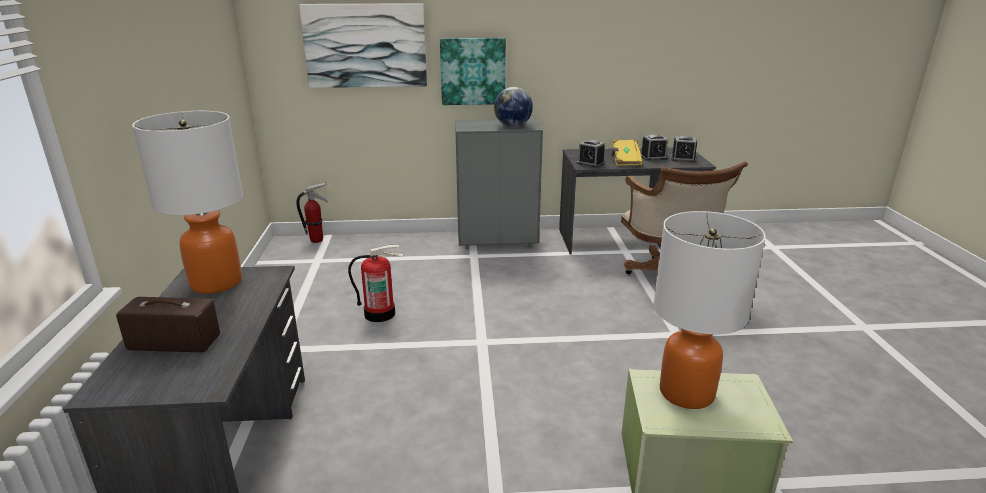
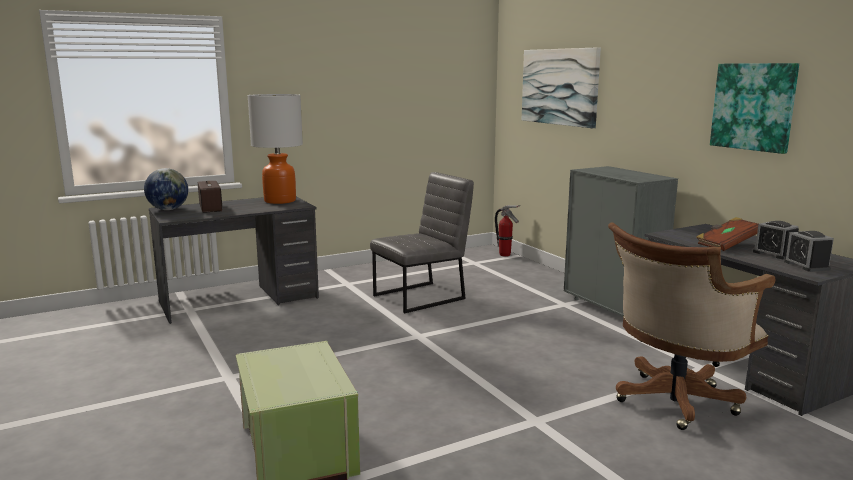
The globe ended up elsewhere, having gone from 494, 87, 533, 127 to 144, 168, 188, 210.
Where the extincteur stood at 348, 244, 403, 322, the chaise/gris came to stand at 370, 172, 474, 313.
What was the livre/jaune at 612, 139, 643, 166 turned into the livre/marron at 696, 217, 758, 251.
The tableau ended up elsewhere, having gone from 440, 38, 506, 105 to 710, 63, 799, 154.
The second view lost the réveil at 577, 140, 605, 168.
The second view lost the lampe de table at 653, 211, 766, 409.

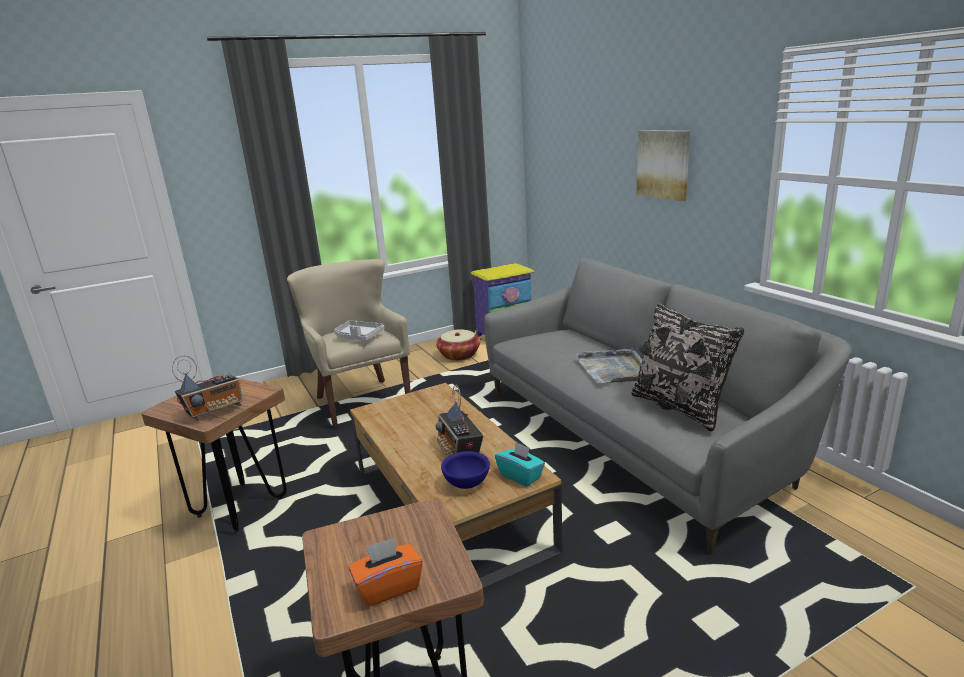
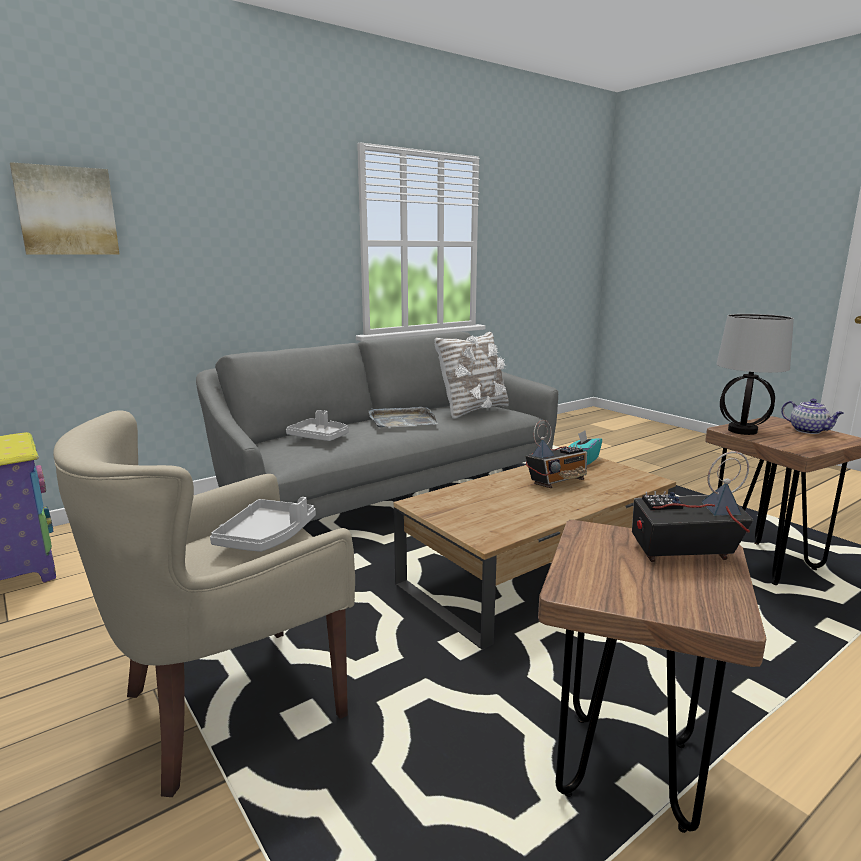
The tableau ended up elsewhere, having gone from 636, 130, 690, 201 to 10, 162, 119, 255.
The second view gained the plateau/gris at 286, 410, 349, 441.
What was the coussin/noir at 632, 304, 744, 432 turned into the coussin/blanc at 434, 332, 509, 419.
The radio at 172, 355, 243, 421 ended up facing another way, 45 degrees counterclockwise from before.
The second view gained the lampe de table at 717, 314, 794, 435.
Where the boîte à mouchoirs/orange stood at 349, 537, 423, 607, the théière came to stand at 781, 399, 844, 434.
The second view lost the panier at 436, 329, 480, 361.
The second view lost the bol/bleu at 441, 451, 490, 489.

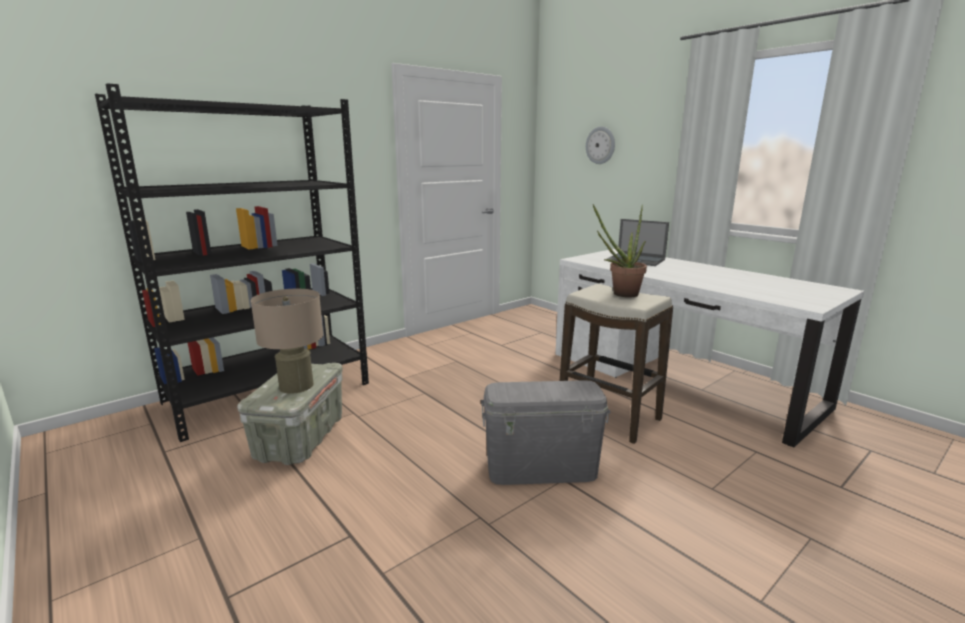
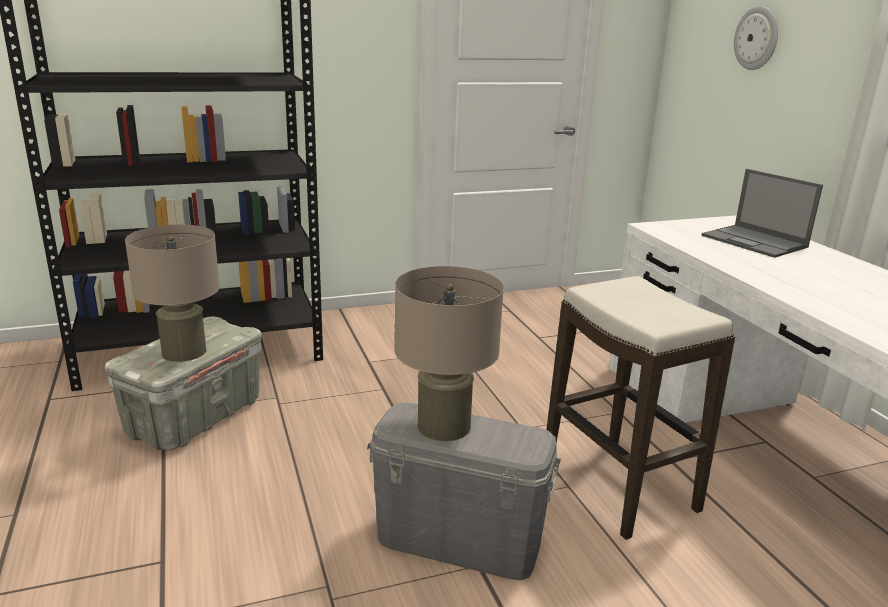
The second view gained the lampe de table/beige at 395, 266, 504, 441.
The second view lost the plante en pot at 593, 204, 647, 298.

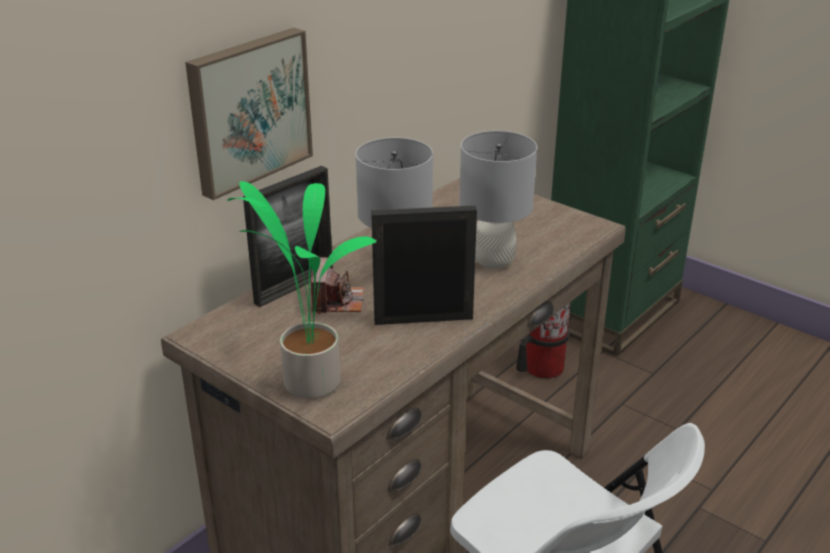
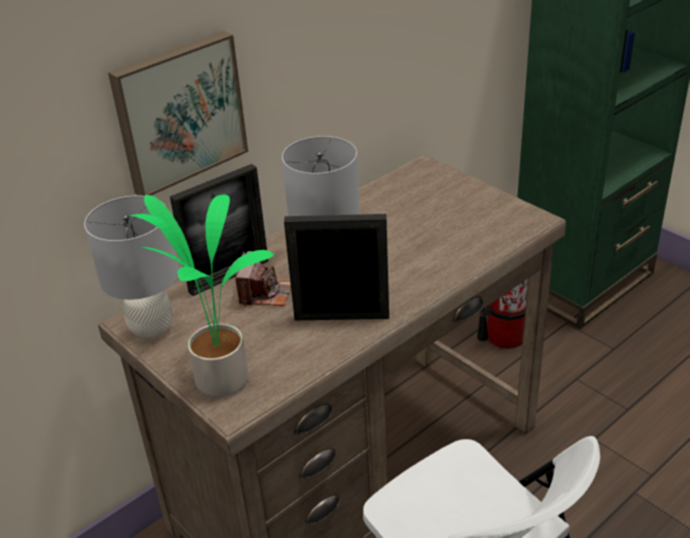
The lampe de table/gris ended up elsewhere, having gone from 459, 131, 537, 269 to 84, 196, 179, 339.

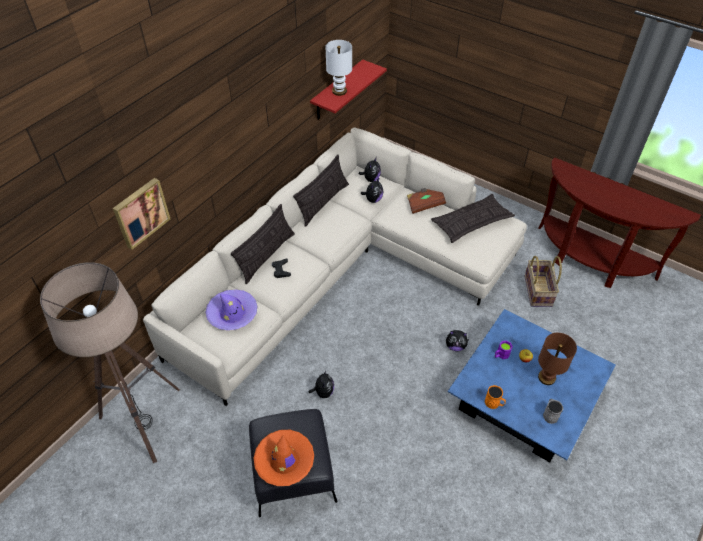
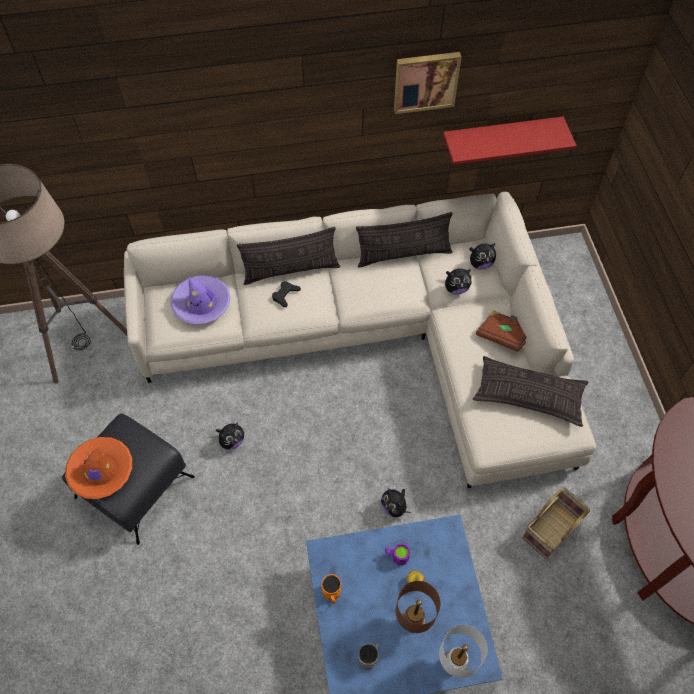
The tableau ended up elsewhere, having gone from 113, 178, 170, 250 to 394, 52, 462, 114.
The lampe de table/blanc ended up elsewhere, having gone from 325, 40, 352, 96 to 439, 625, 487, 678.

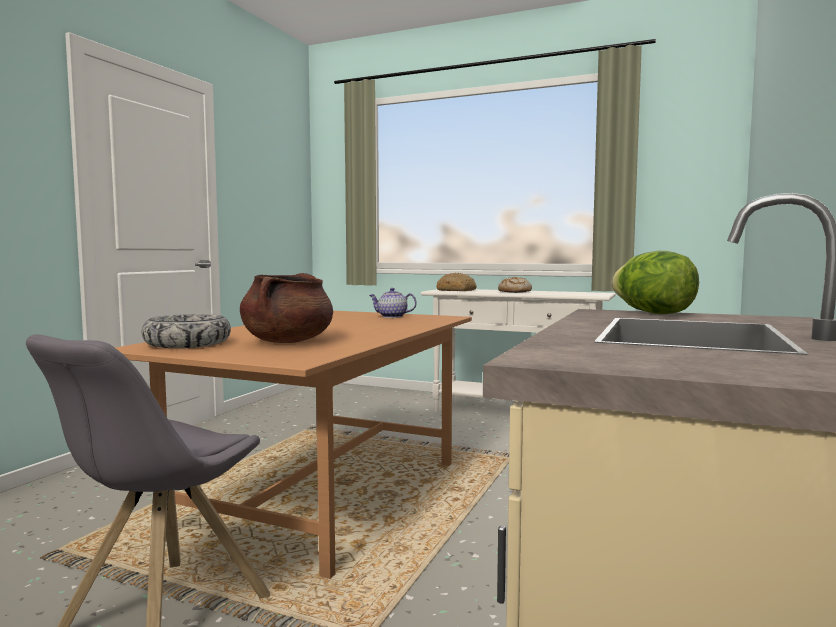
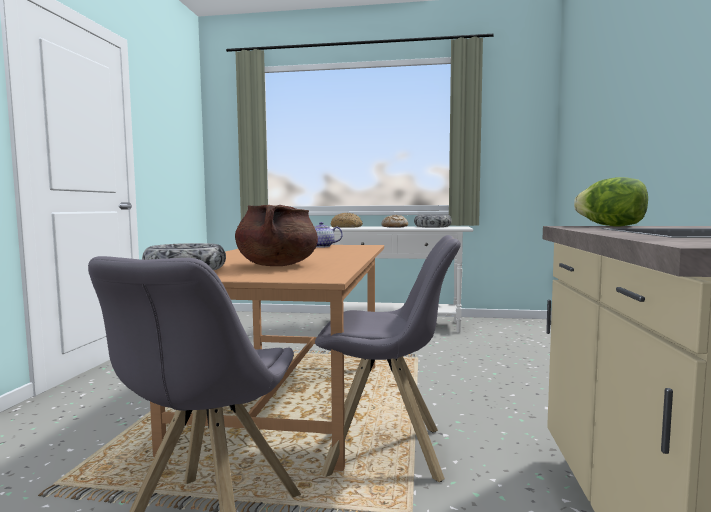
The second view gained the chaise/gris at 315, 235, 461, 482.
The second view gained the bol at 414, 215, 452, 227.

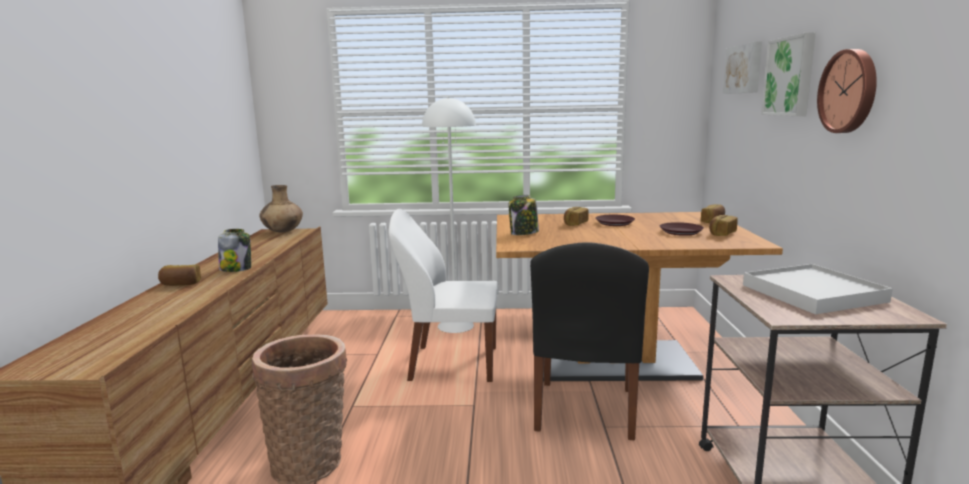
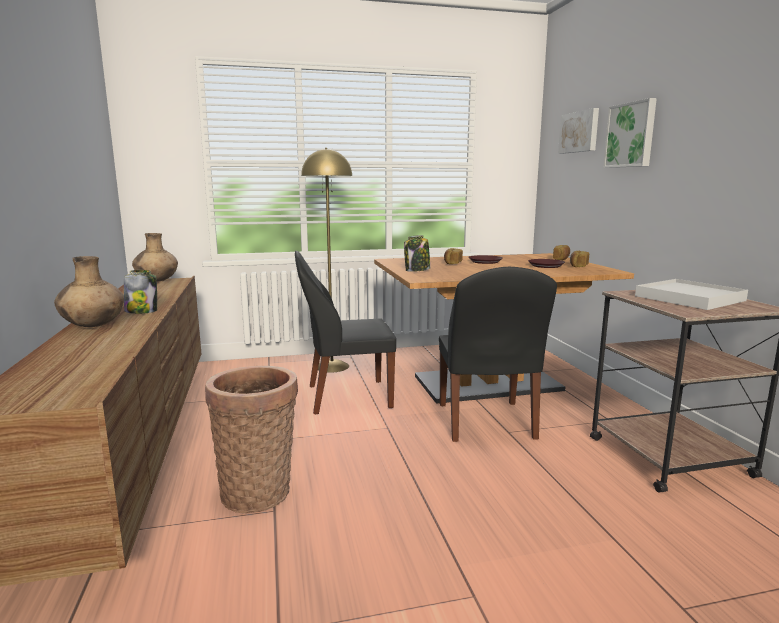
Where the pain stood at 158, 265, 201, 286, the vase/marron came to stand at 54, 256, 124, 327.
What was the chaise/blanc at 389, 209, 498, 382 turned into the chaise/noir at 295, 251, 396, 414.
What was the lampadaire/blanc at 422, 97, 476, 333 turned into the lampadaire/jaune at 301, 148, 352, 373.
The second view lost the horloge murale at 817, 49, 877, 133.

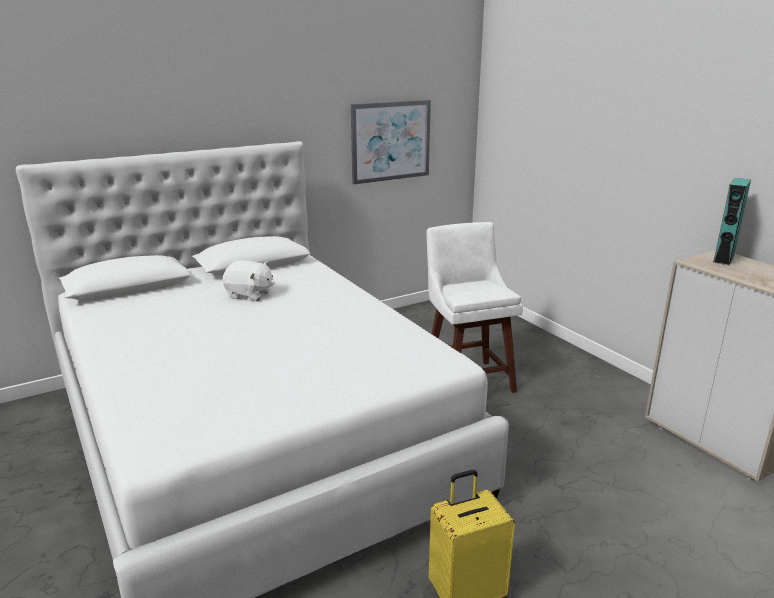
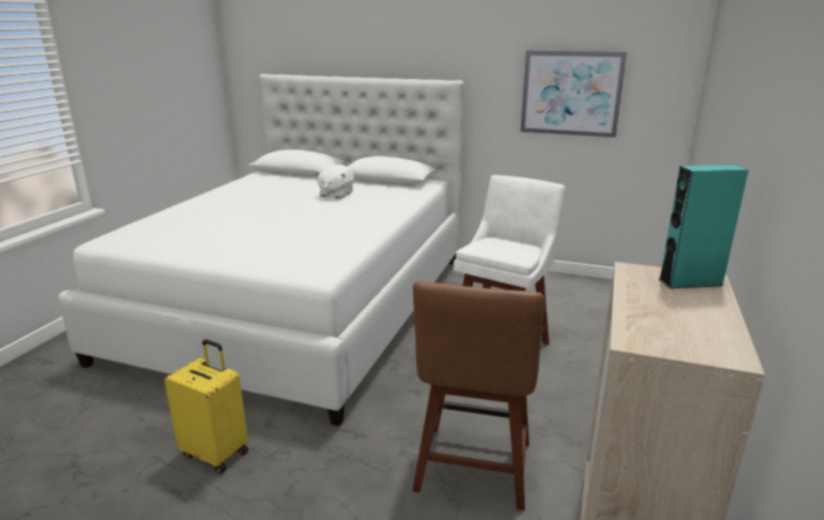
The peluche/blanc at 223, 260, 275, 301 ended up facing another way, 45 degrees clockwise from before.
The second view gained the chaise/marron at 413, 281, 544, 511.

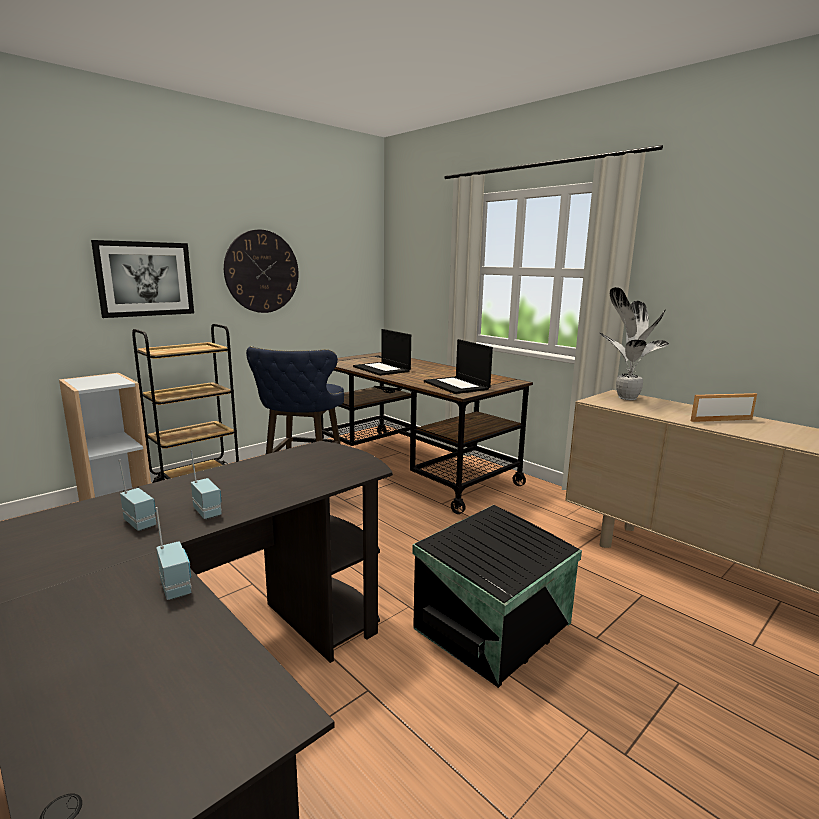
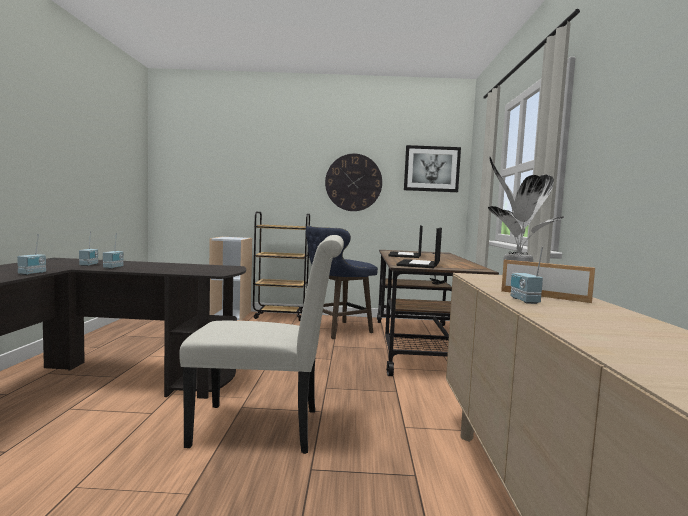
Where the boîte de rangement/noir stood at 412, 505, 582, 688, the chaise/blanc came to stand at 180, 235, 344, 454.
The tableau ended up elsewhere, having gone from 91, 240, 194, 318 to 404, 145, 461, 192.
The second view gained the radio at 511, 247, 543, 304.

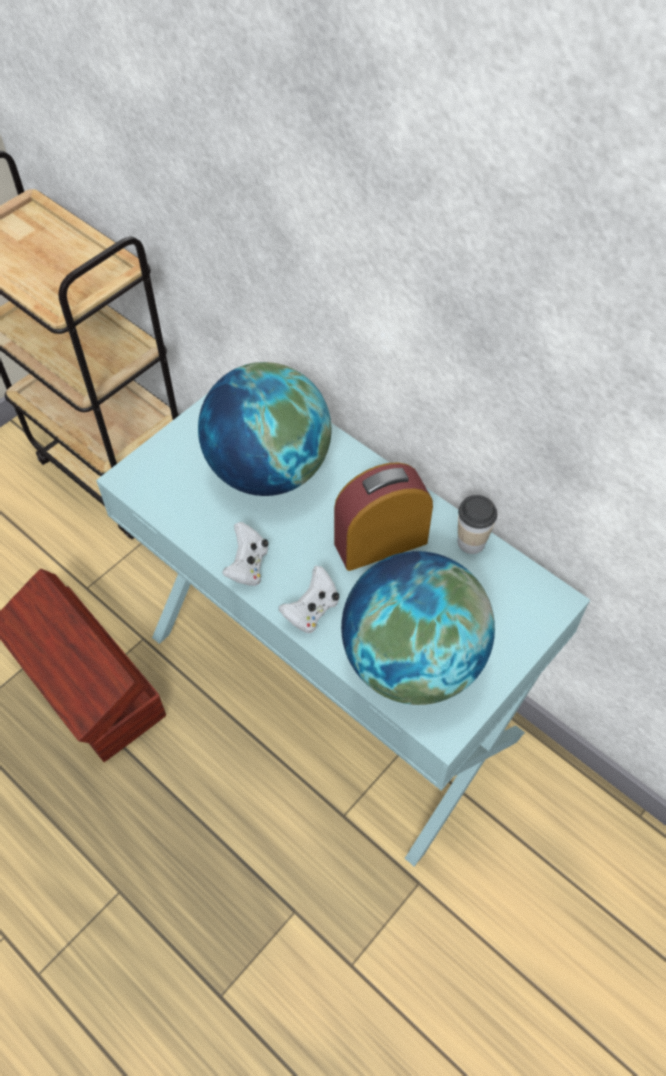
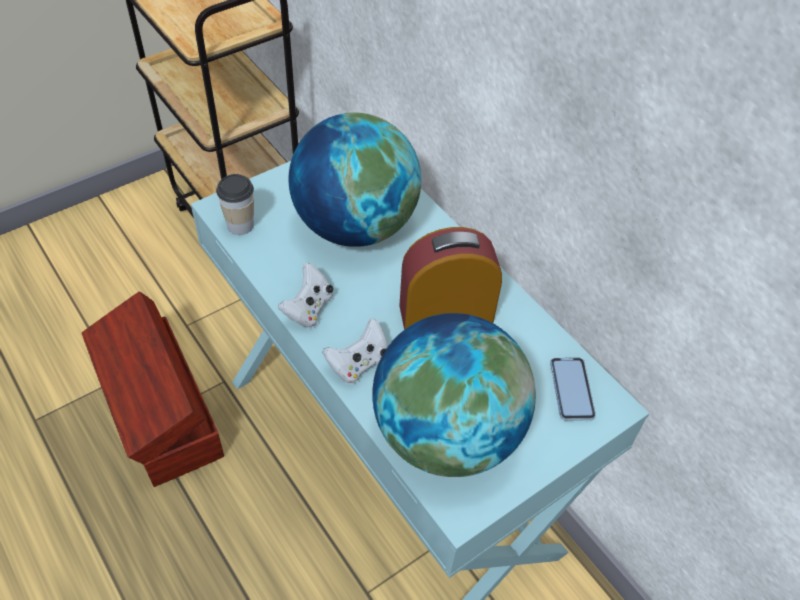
The tasse ended up elsewhere, having gone from 458, 495, 497, 554 to 216, 174, 254, 235.
The second view gained the téléphone at 550, 357, 596, 421.

